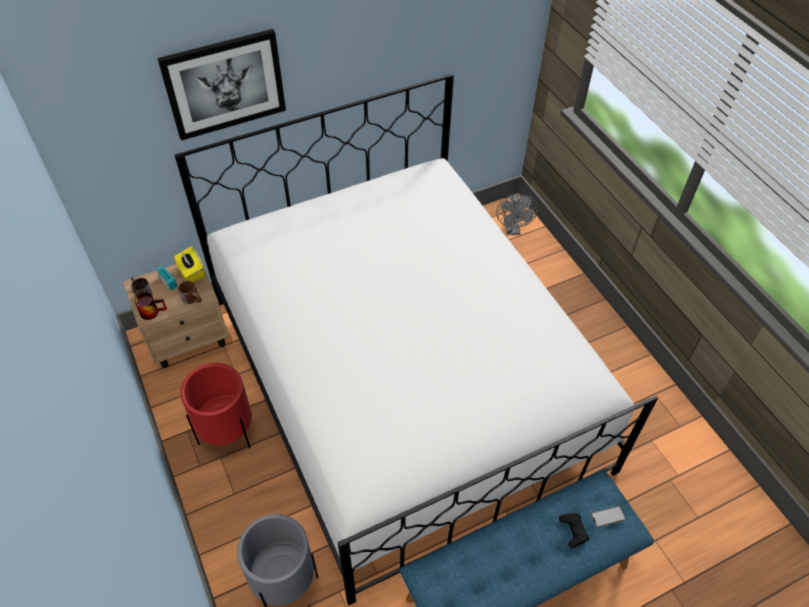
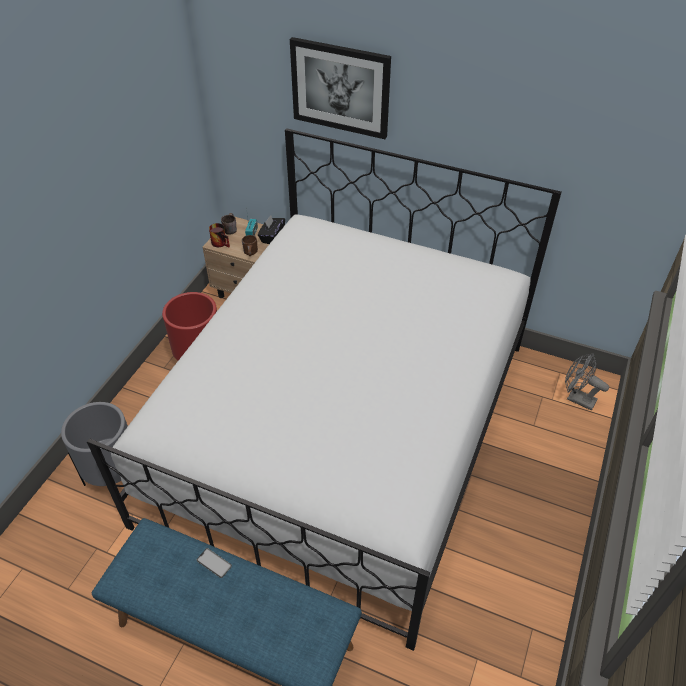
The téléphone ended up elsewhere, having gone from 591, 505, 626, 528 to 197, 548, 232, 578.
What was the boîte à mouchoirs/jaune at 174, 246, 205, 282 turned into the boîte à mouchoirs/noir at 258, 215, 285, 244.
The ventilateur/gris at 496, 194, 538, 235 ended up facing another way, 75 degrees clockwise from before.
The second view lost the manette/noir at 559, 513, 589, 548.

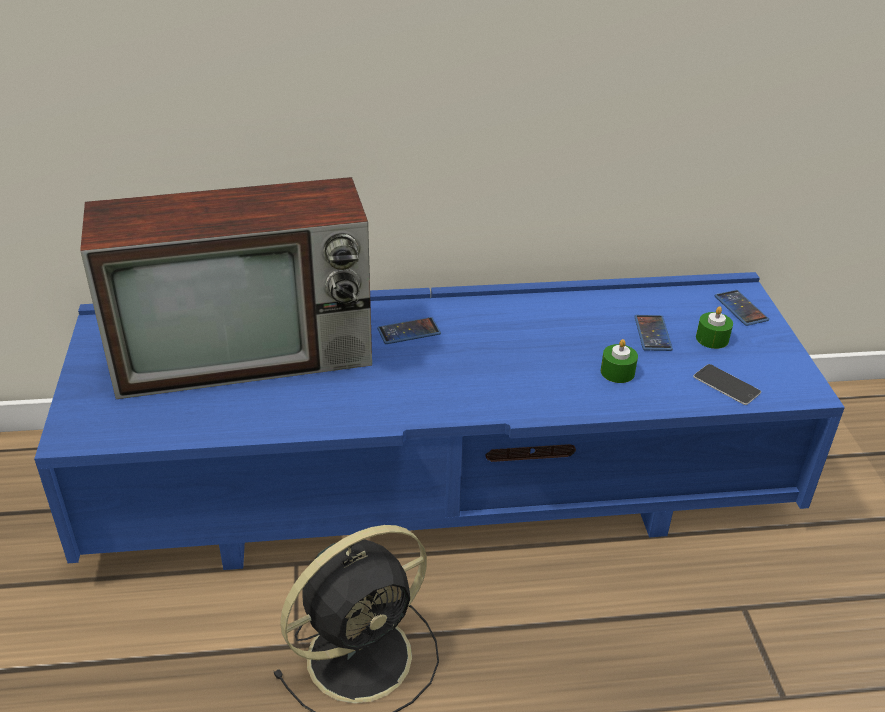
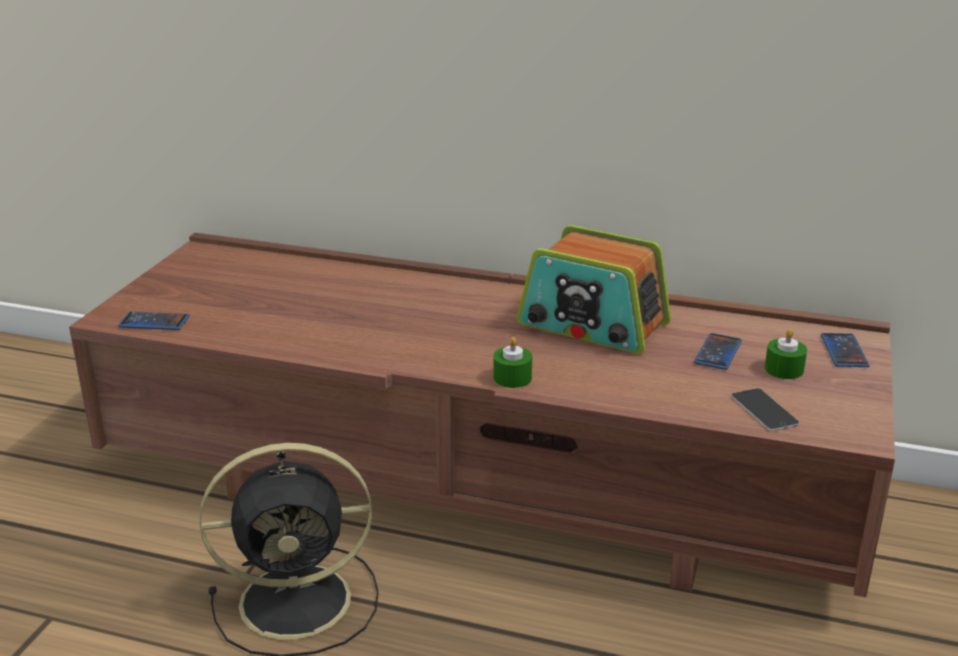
What was the meuble télé/bleu at 34, 272, 845, 570 turned into the meuble télé/marron at 69, 233, 895, 597.
The téléphone ended up elsewhere, having gone from 377, 317, 441, 344 to 118, 311, 190, 330.
The bougie/vert ended up elsewhere, having gone from 601, 339, 638, 383 to 493, 337, 532, 388.
The second view gained the radio at 517, 225, 671, 354.
The second view lost the téléviseur at 80, 177, 372, 399.

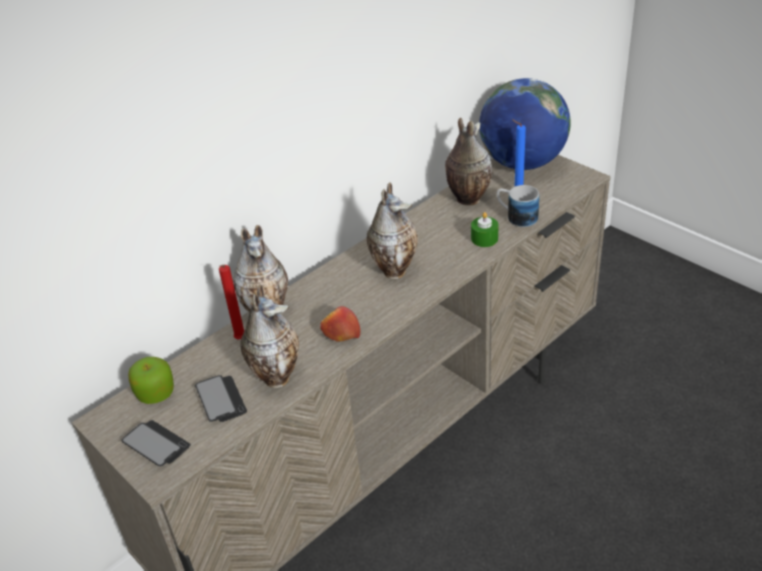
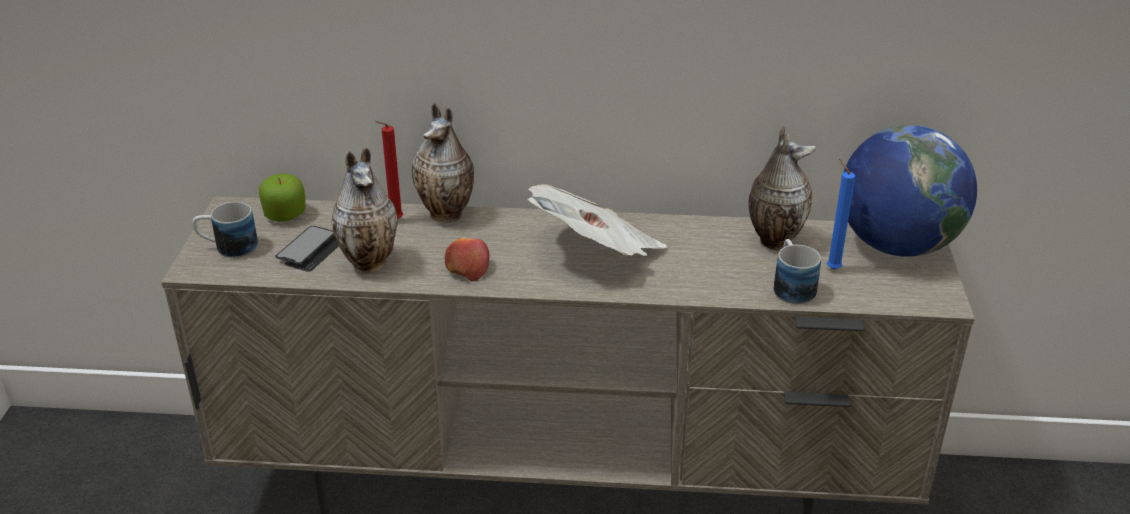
Where the téléphone stood at 121, 420, 191, 467, the mug came to stand at 192, 202, 258, 258.
Where the vase stood at 367, 182, 418, 279, the journal came to stand at 527, 184, 667, 256.
The second view lost the bougie/vert at 471, 212, 498, 247.

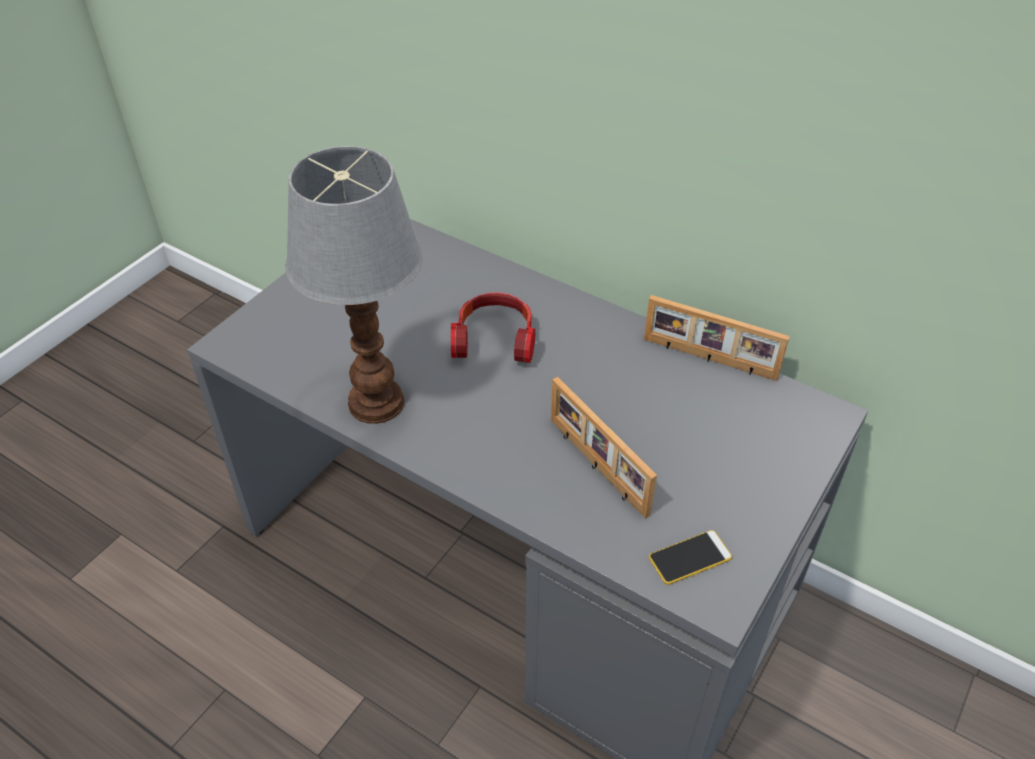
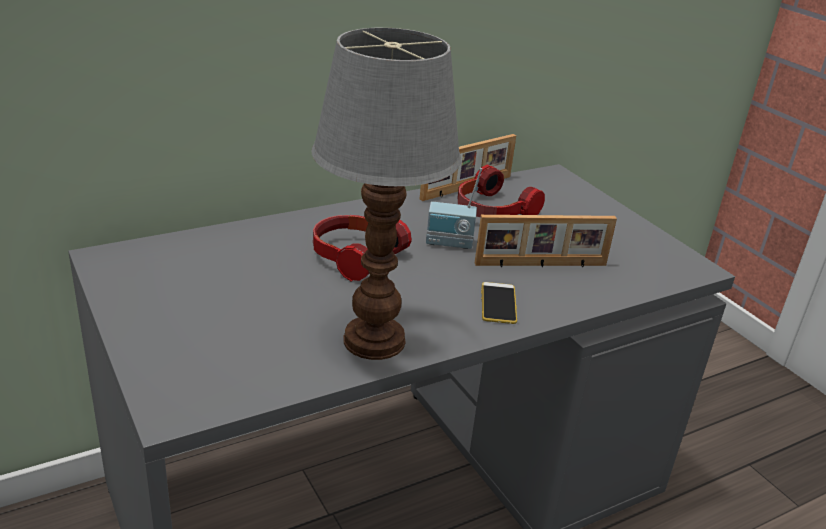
The second view gained the radio at 426, 168, 482, 249.
The second view gained the casque audio at 457, 164, 545, 218.
The téléphone ended up elsewhere, having gone from 649, 530, 732, 585 to 481, 282, 517, 324.

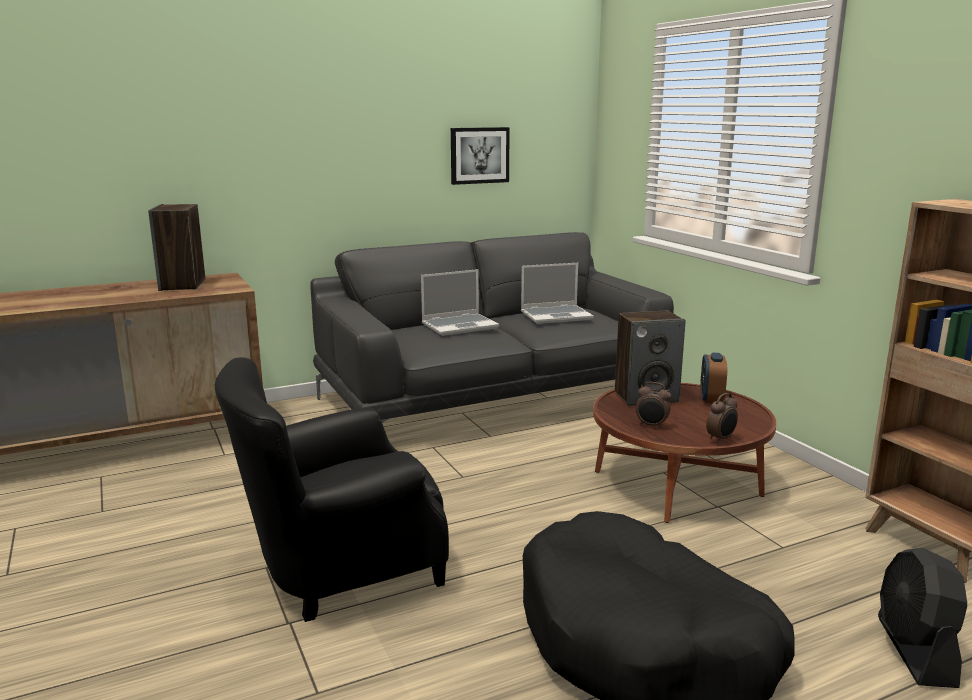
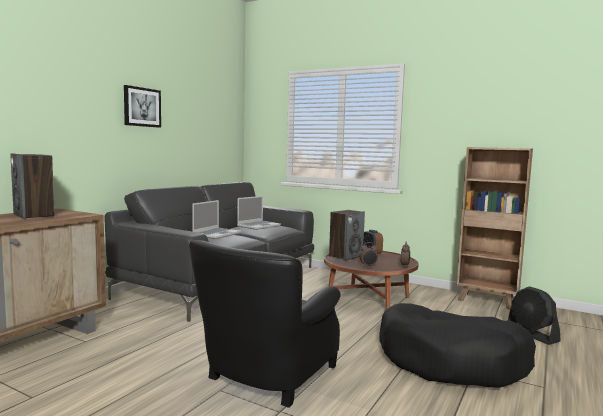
The tableau ended up elsewhere, having gone from 451, 127, 510, 185 to 124, 85, 161, 128.

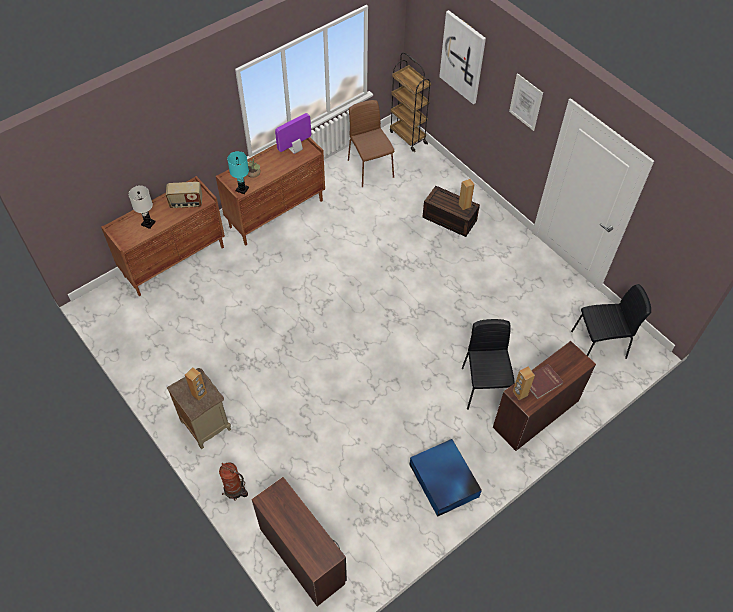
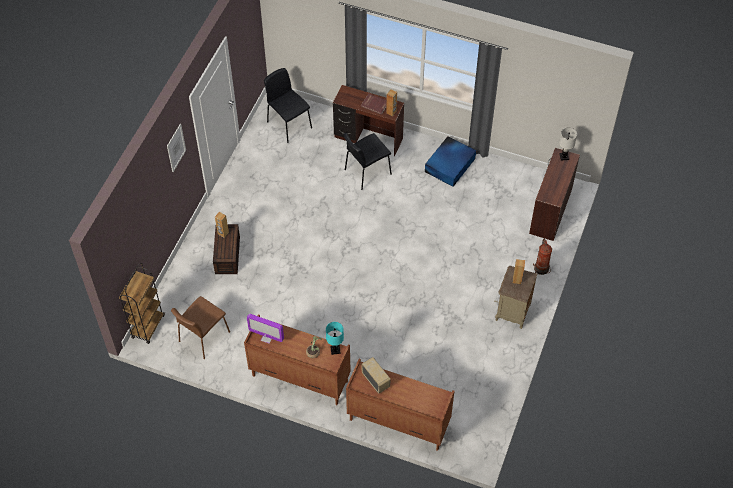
The lampe de table/blanc ended up elsewhere, having gone from 128, 185, 156, 229 to 559, 127, 577, 161.
The second view lost the tableau at 439, 10, 486, 104.

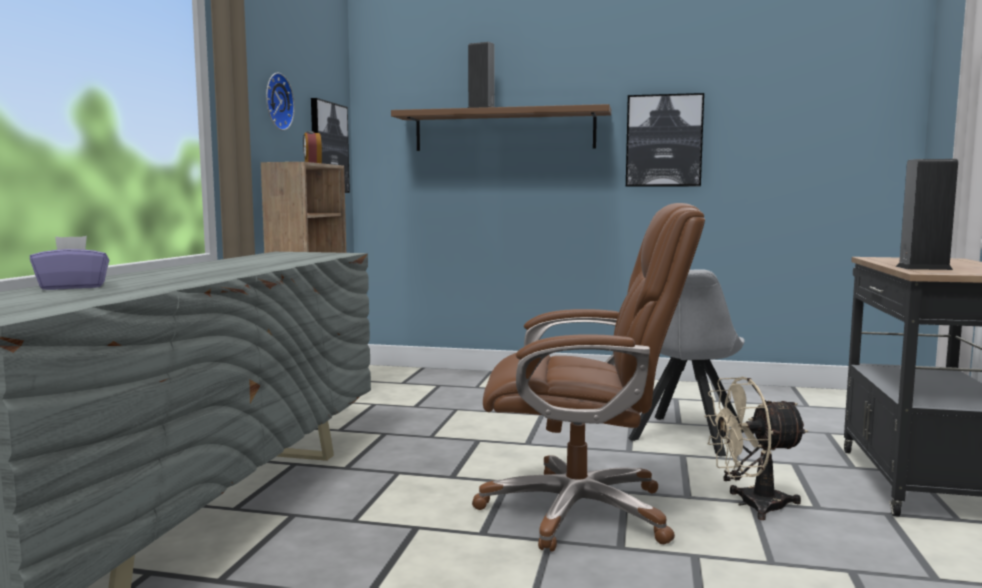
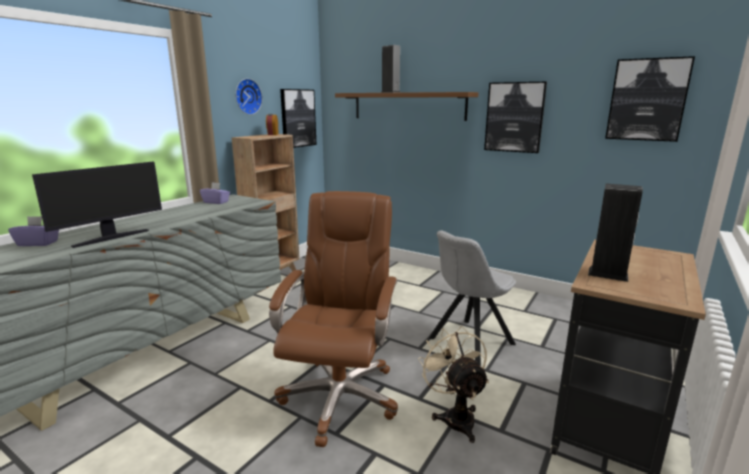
The second view gained the écran d'ordinateur at 32, 162, 162, 248.
The second view gained the boîte à mouchoirs/violet at 200, 182, 230, 204.
The chaise de bureau/marron at 472, 203, 705, 552 ended up facing another way, 105 degrees counterclockwise from before.
The ventilateur/beige at 704, 377, 808, 520 ended up facing another way, 60 degrees clockwise from before.
The second view gained the tableau at 605, 56, 695, 142.

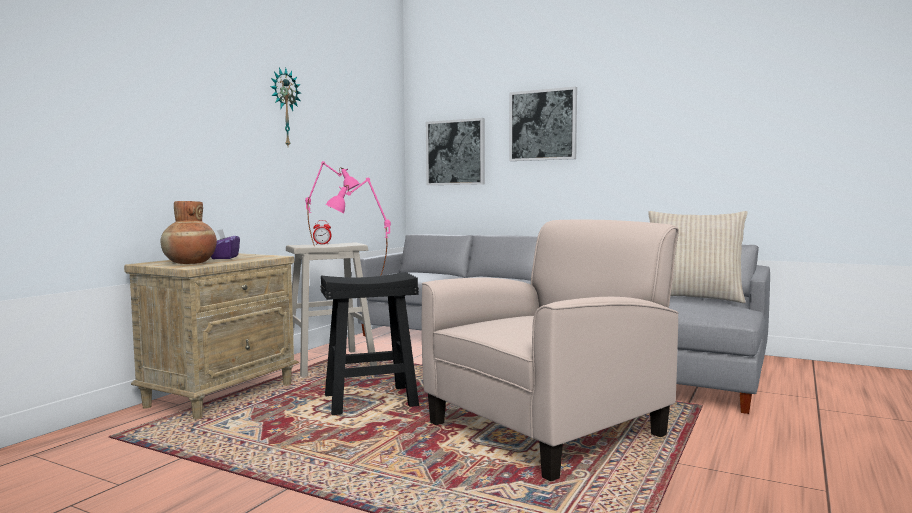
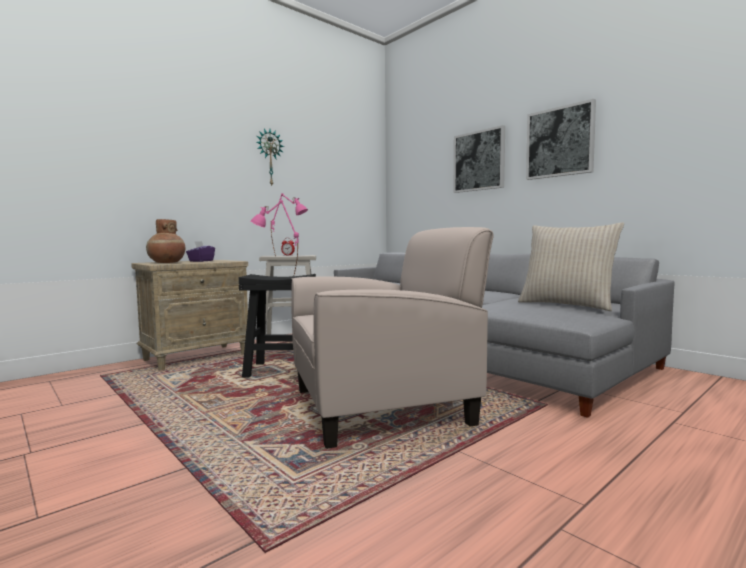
The tableau ended up elsewhere, having gone from 426, 118, 485, 185 to 526, 99, 596, 180.

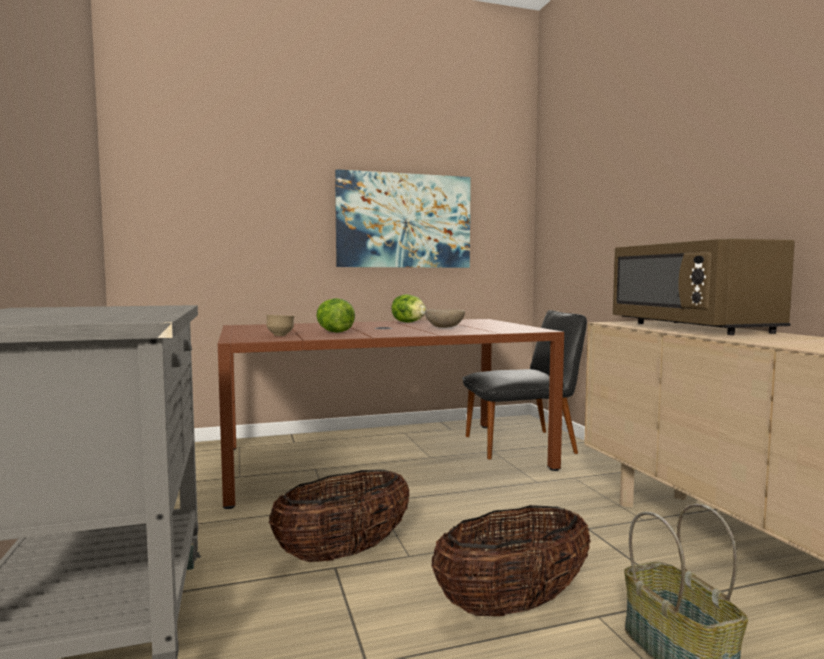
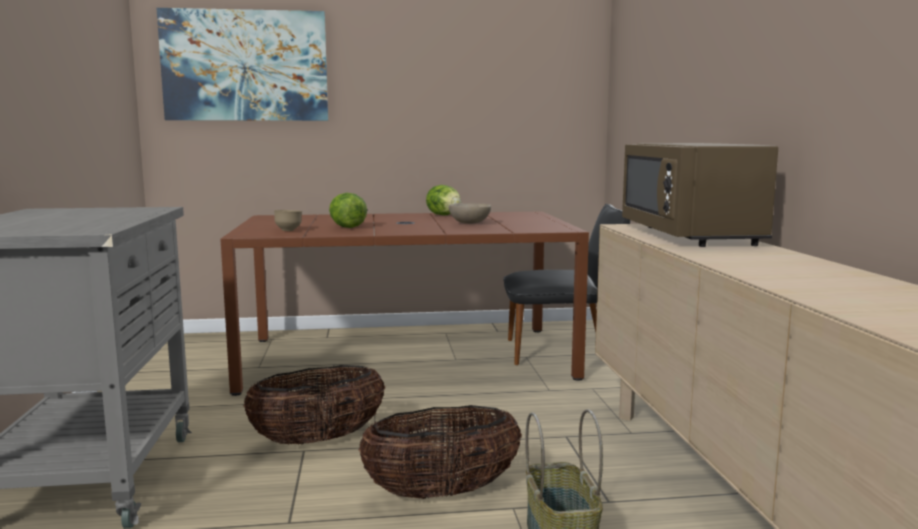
The tableau ended up elsewhere, having gone from 335, 169, 471, 268 to 156, 8, 328, 121.

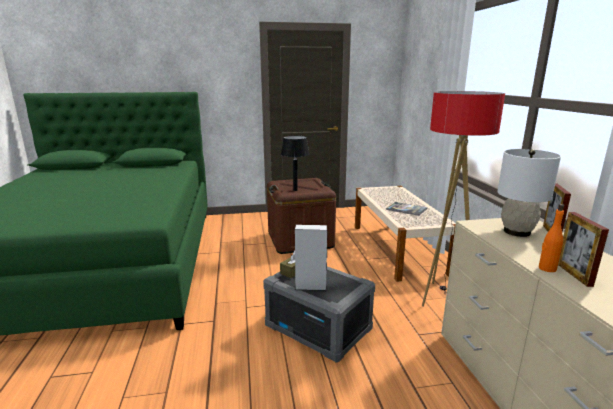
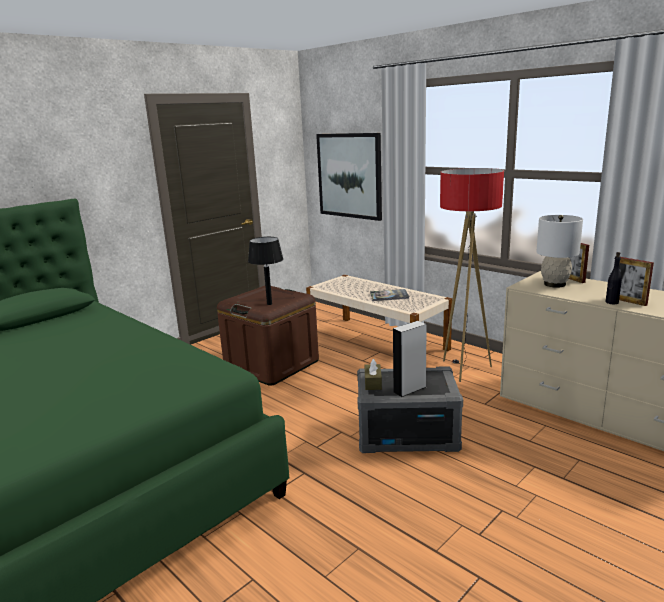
The second view gained the tableau at 316, 133, 382, 221.
What was the bouteille/orange at 539, 204, 564, 272 turned into the bouteille/noir at 606, 252, 622, 304.

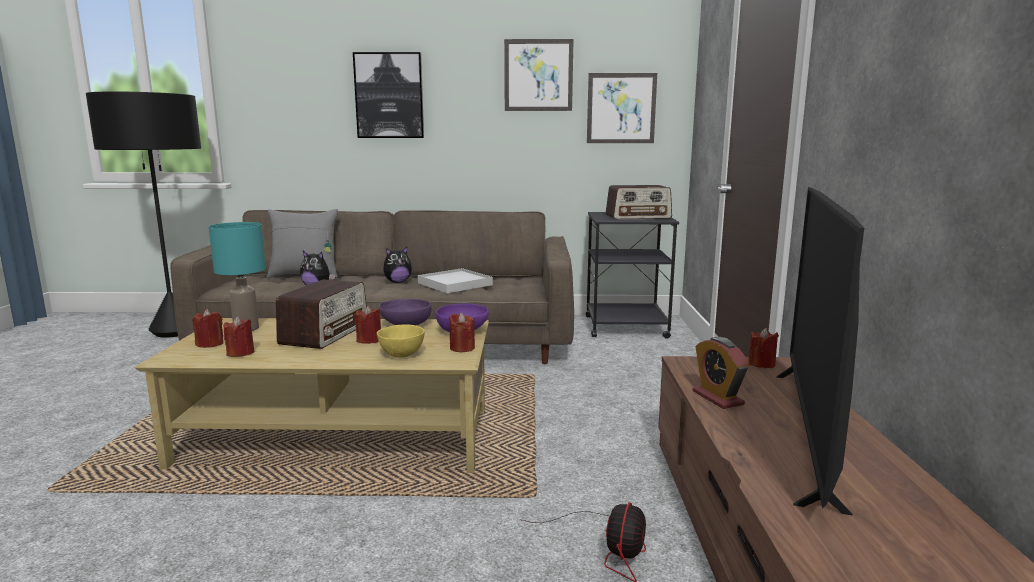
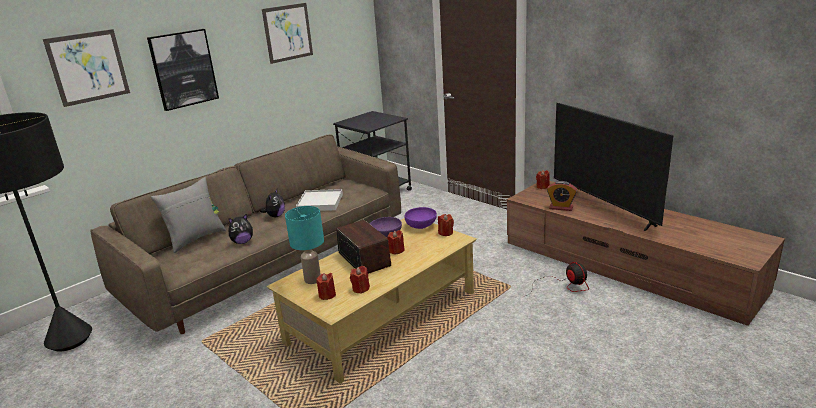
The tableau ended up elsewhere, having gone from 587, 73, 657, 143 to 43, 29, 130, 107.
The second view lost the bol/jaune at 377, 324, 425, 358.
The second view lost the radio at 606, 185, 672, 220.

